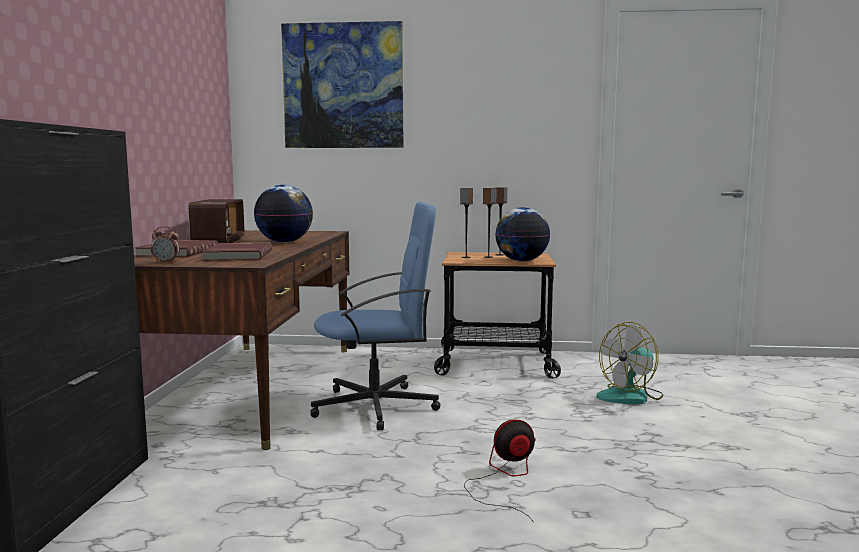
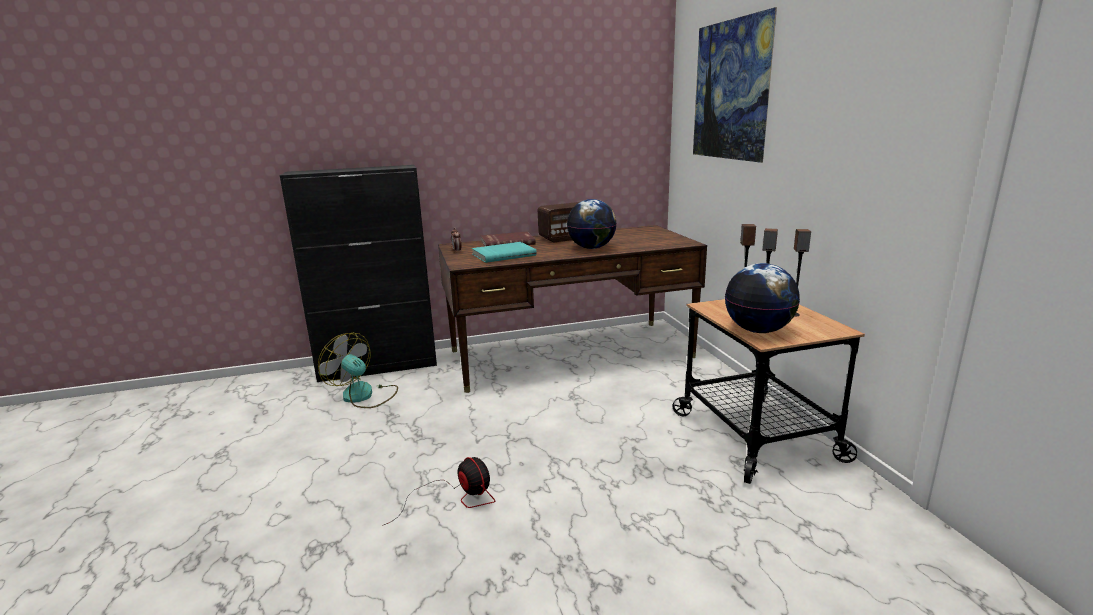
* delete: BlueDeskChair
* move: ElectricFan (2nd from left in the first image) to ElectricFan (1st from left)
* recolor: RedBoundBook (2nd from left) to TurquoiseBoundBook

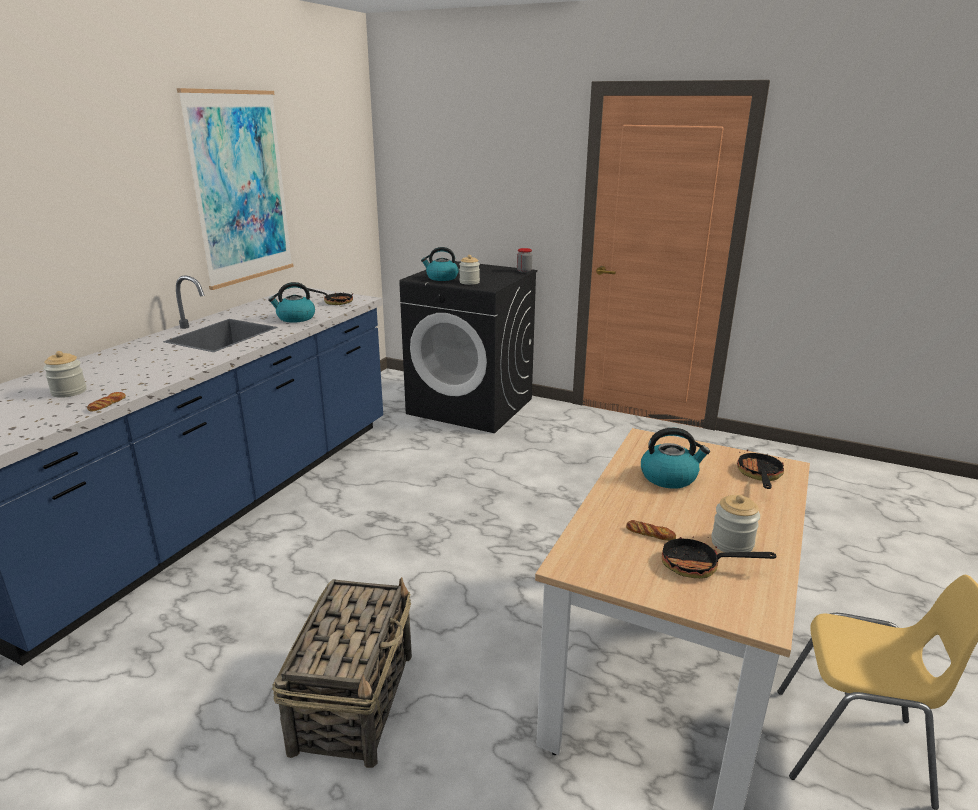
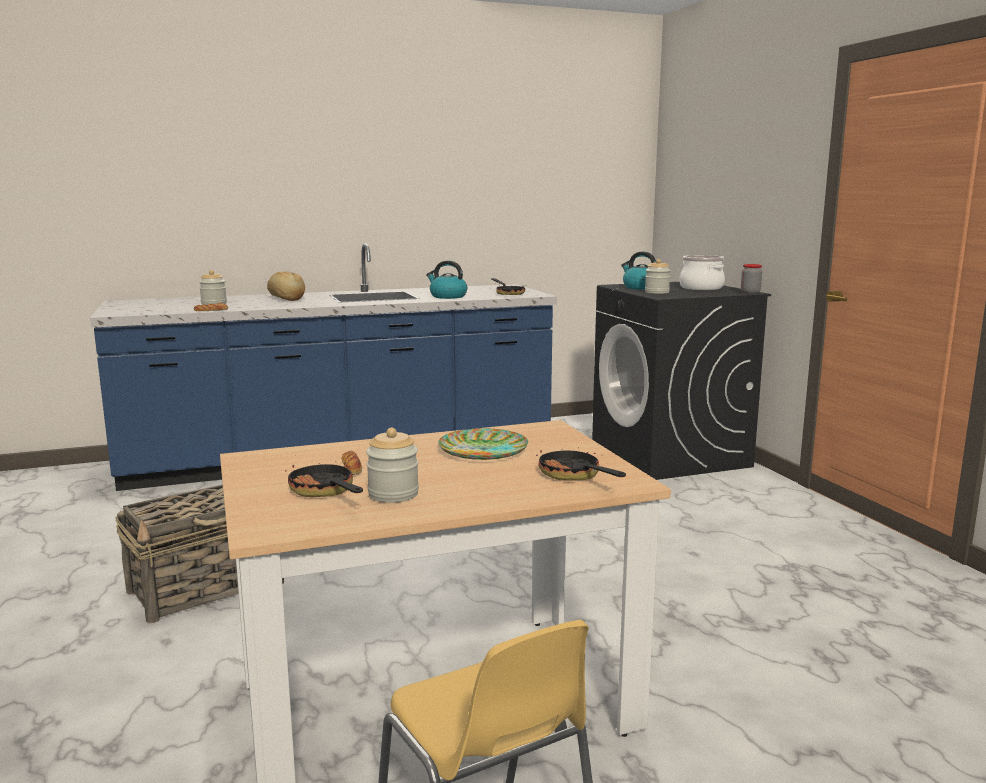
* delete: WallArt
* insert: Bread (2nd from left)
* insert: CookingPot
* replace: TeaKettle (3rd from left) to Plate
* rotate: Pan (3rd from left) 90 degrees counterclockwise

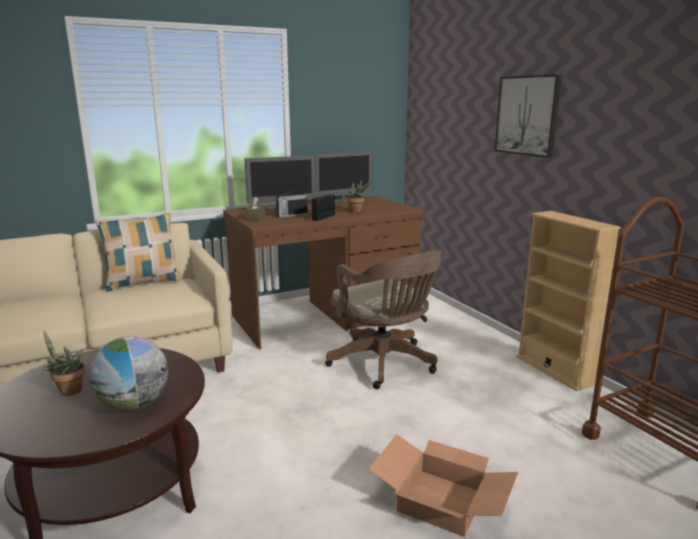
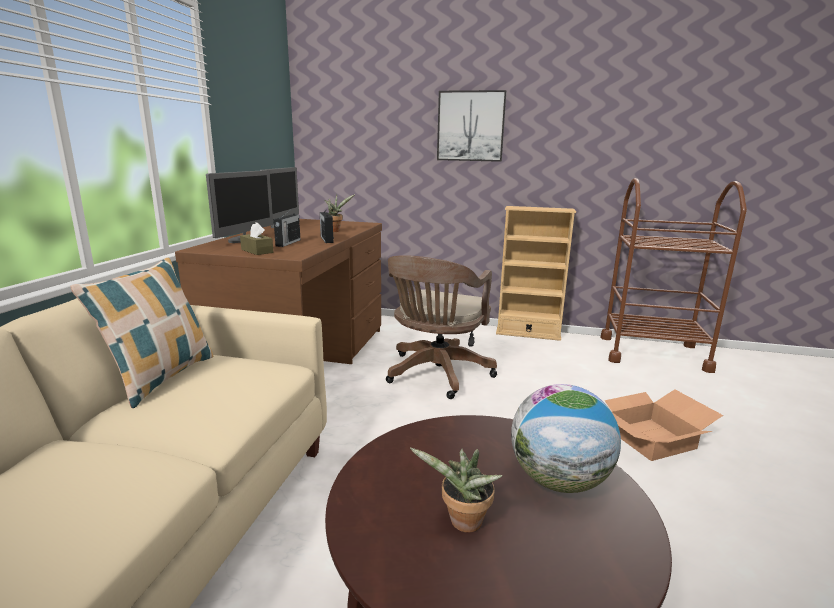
* rotate: BrownishDeskChair 105 degrees clockwise

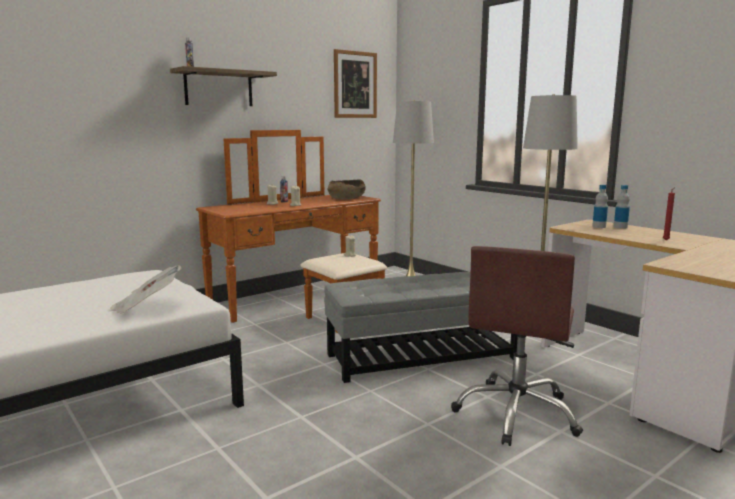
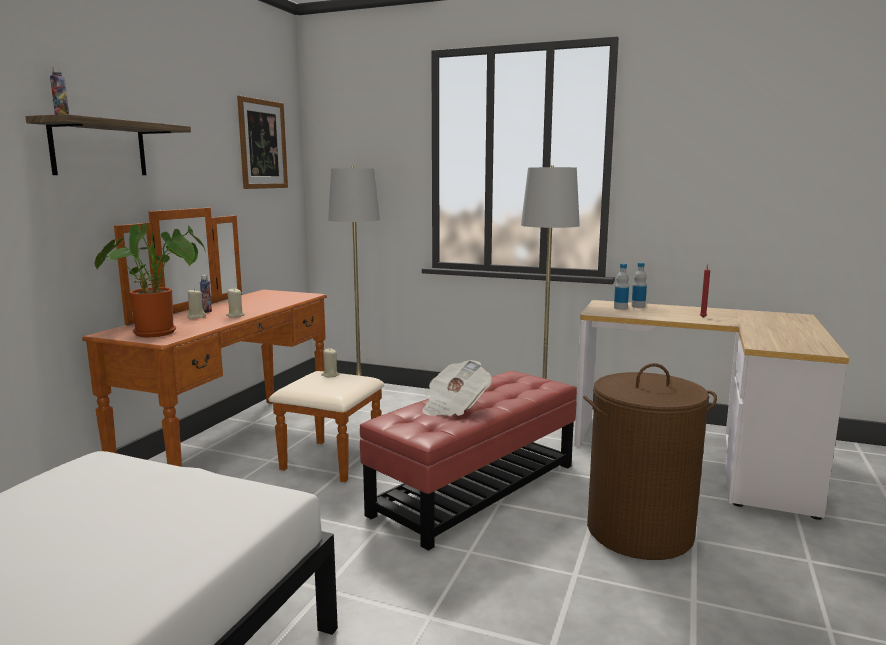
* delete: BrownishDeepDish
* insert: PottedPlant
* move: PrintedPaper
* replace: BrownishDeskChair to BrownishWashingBasket
* recolor: GreyishFootrest to RedFootrest

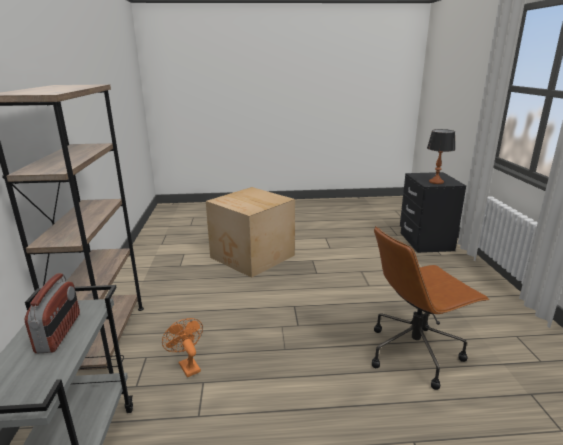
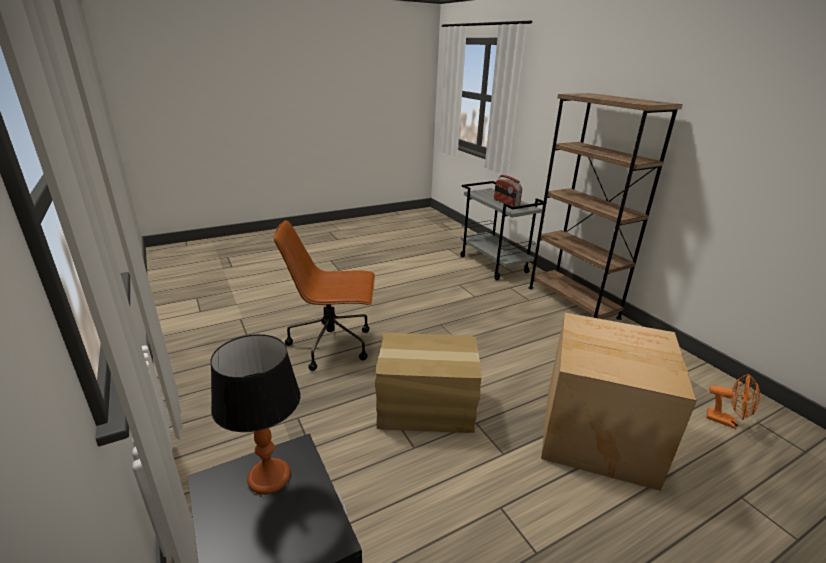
* insert: CardboardBox (1st from left)
* move: OrangeColouredElectricFan
* rotate: BrownishDeskChair 135 degrees counterclockwise

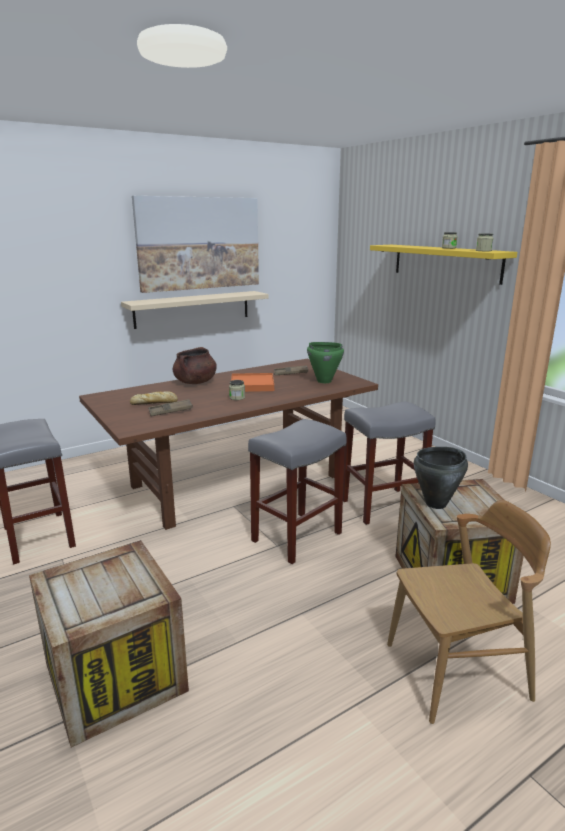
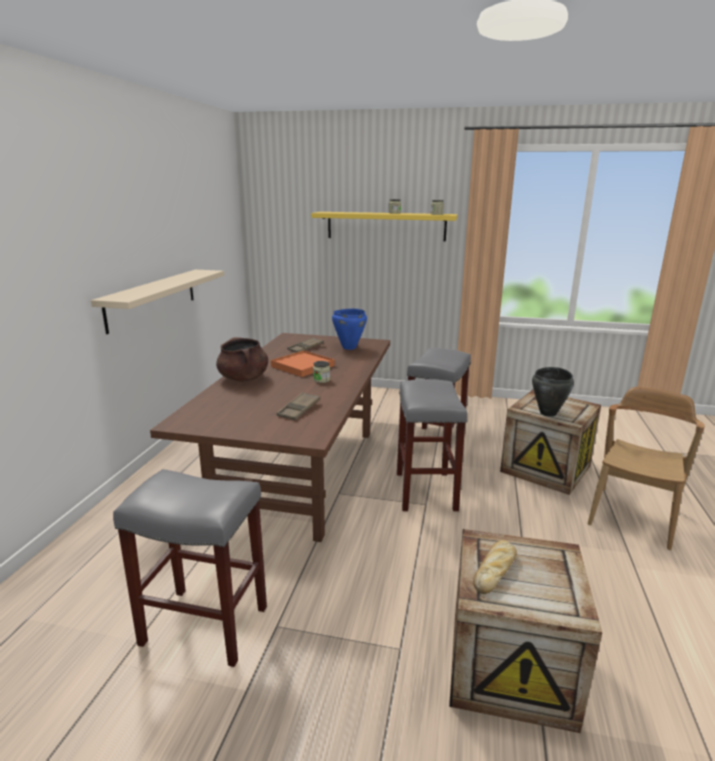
* delete: WallArt
* move: Bread
* recolor: GreenishCookingPot to BlueCookingPot

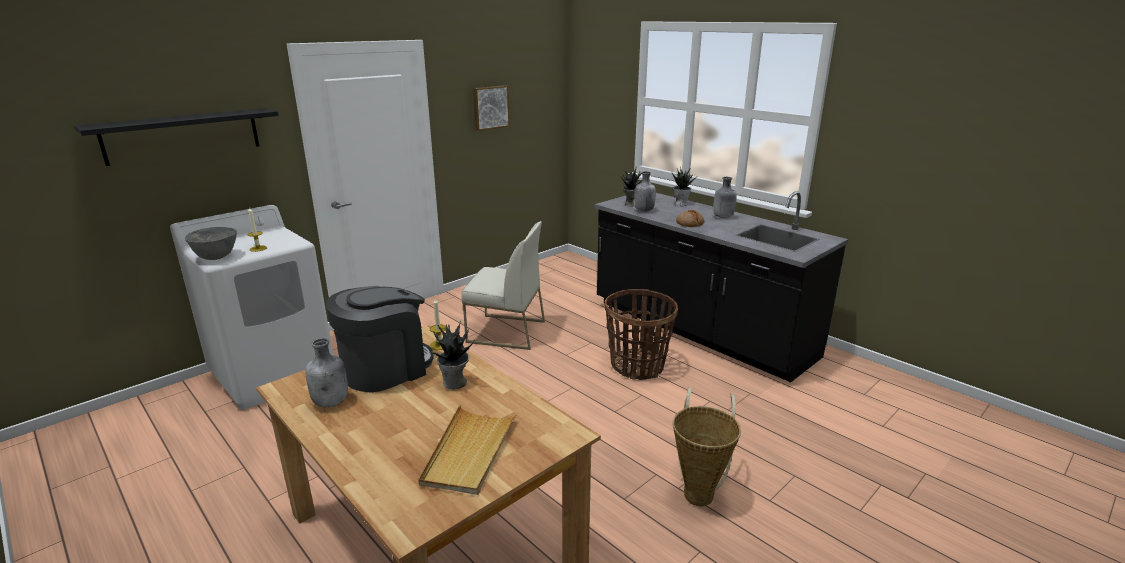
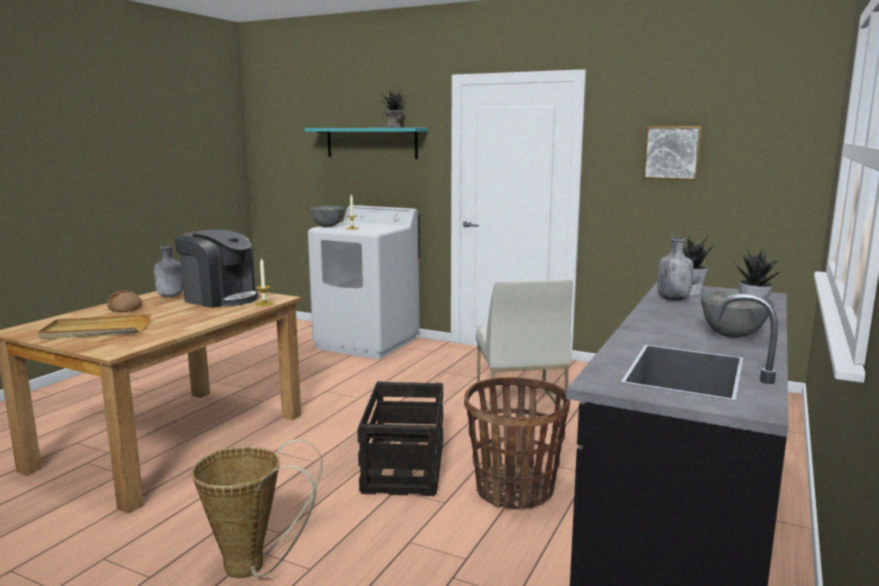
* insert: Crate
* move: PottedPlant (1st from left)
* move: Bread
* replace: GreyishBottle (3rd from left) to GreyishDeepDish (2nd from left)
* recolor: BlackBracketShelf to TurquoiseBracketShelf

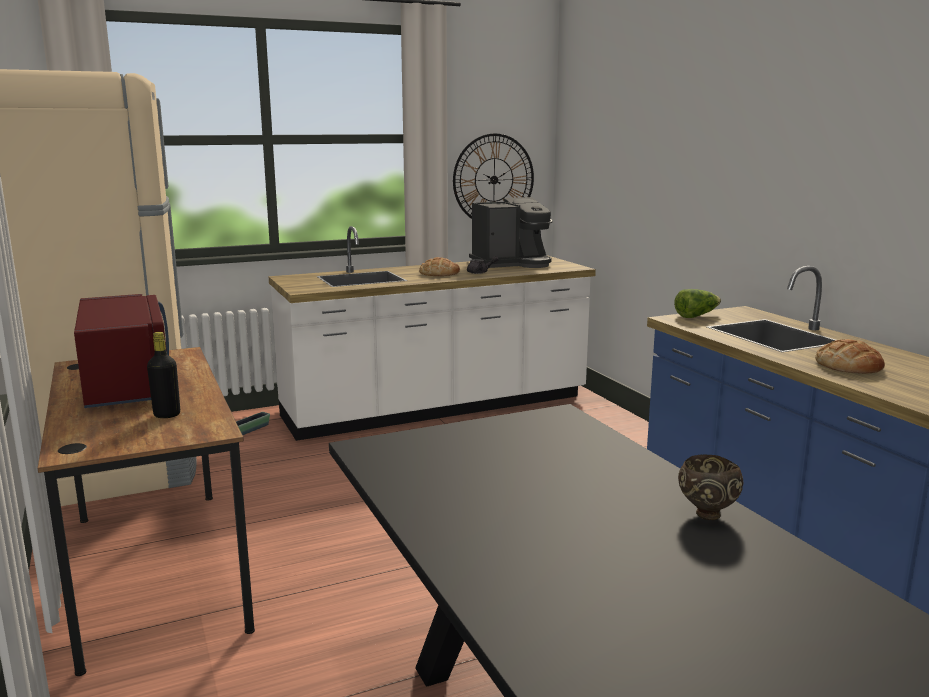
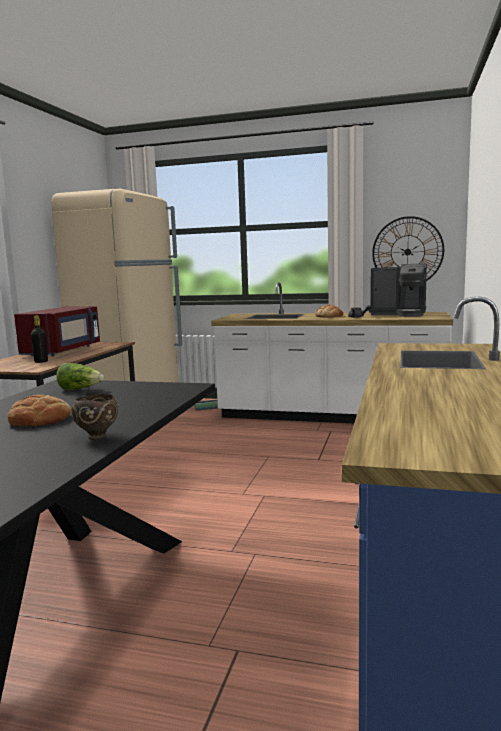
* move: HeadOfLettuce
* move: Bread (2nd from left in the first image) to Bread (1st from left)

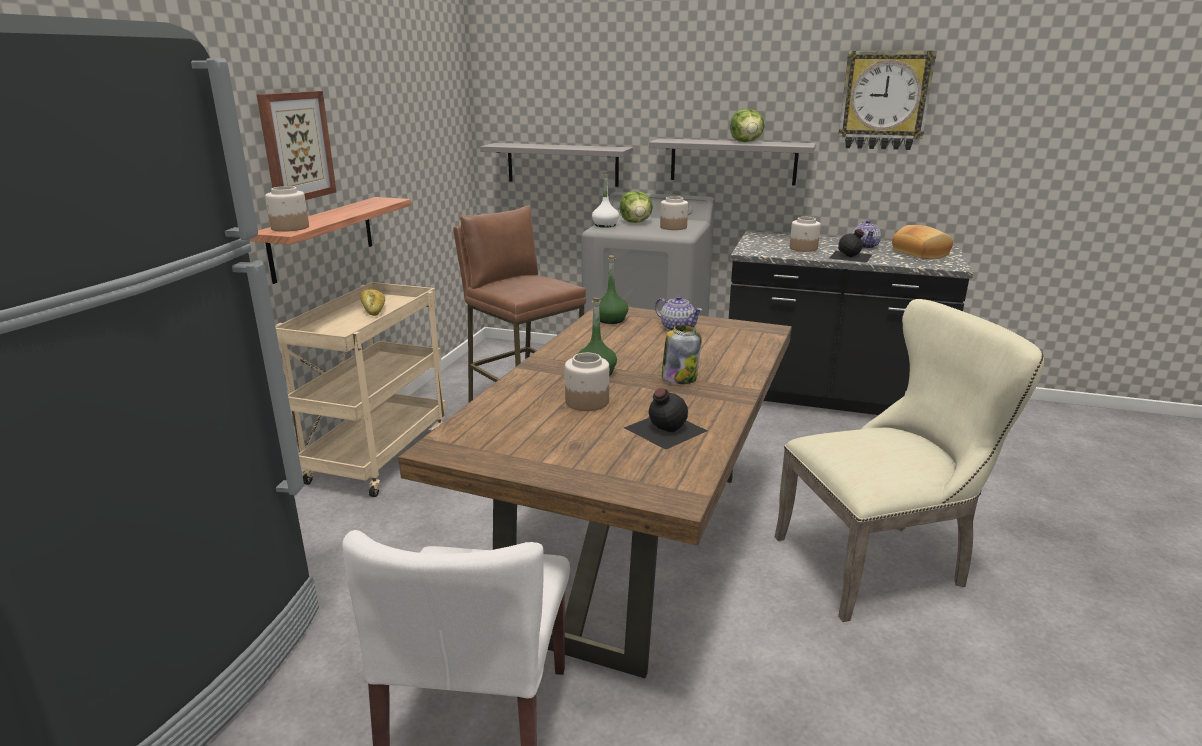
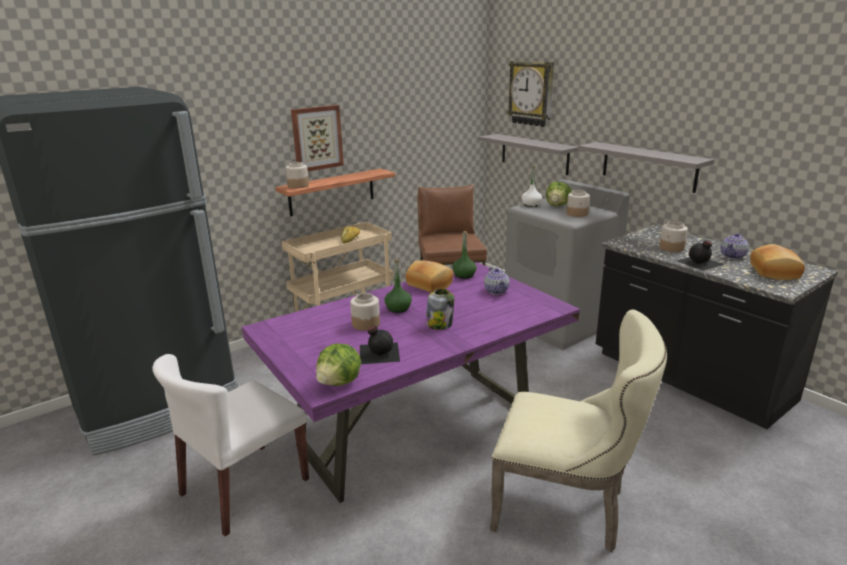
* insert: Bread (2nd from left)
* move: HeadOfLettuce (2nd from left in the first image) to HeadOfLettuce (1st from left)
* move: WallClock
* recolor: BrownishDinnerTable to PurpleColouredDinnerTable

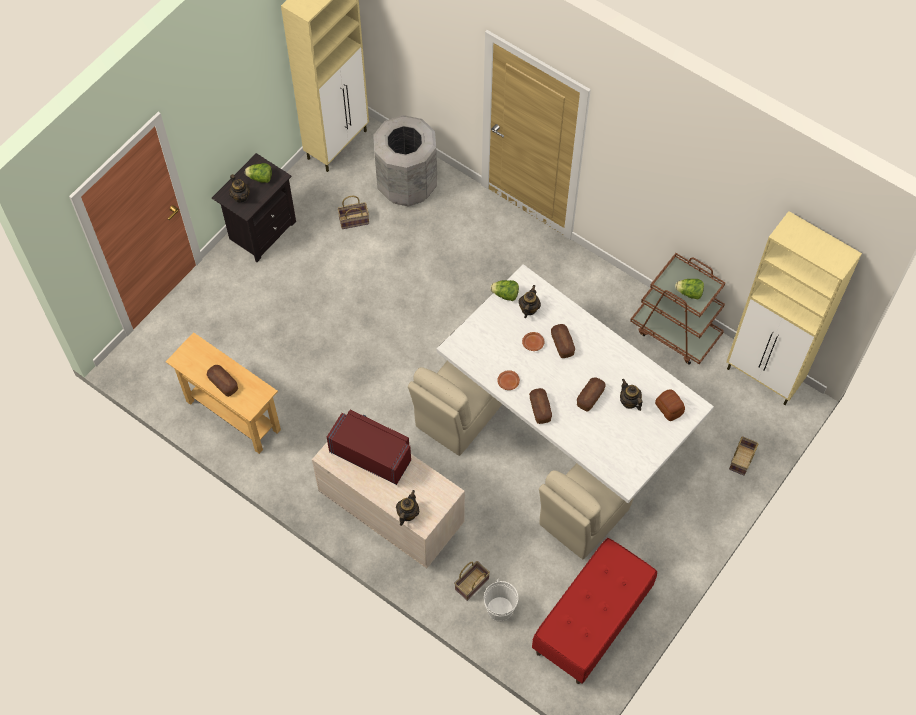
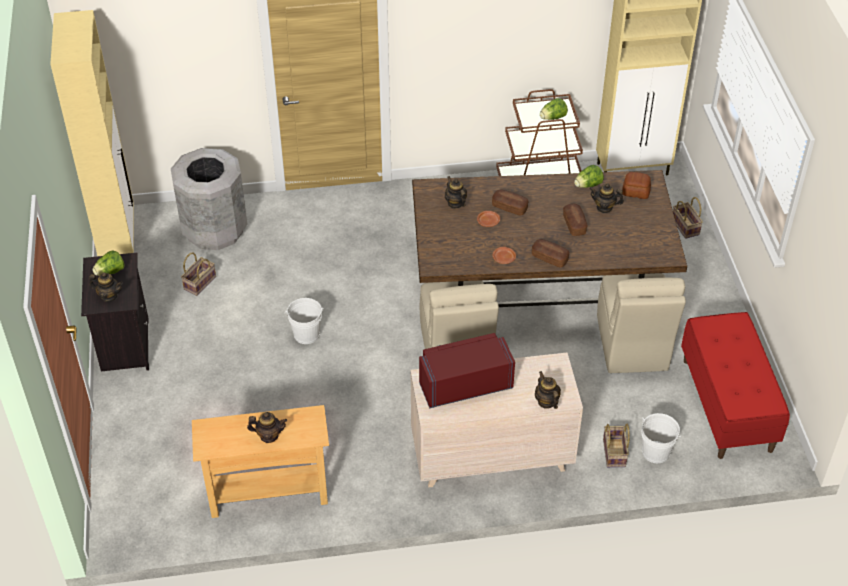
* insert: WhitishPail (1st from left)
* move: HeadOfLettuce (2nd from left in the first image) to HeadOfLettuce (3rd from left)
* replace: Bread (1st from left) to Teapot (2nd from left)
* recolor: WhitishDinnerTable to BrownishDinnerTable

